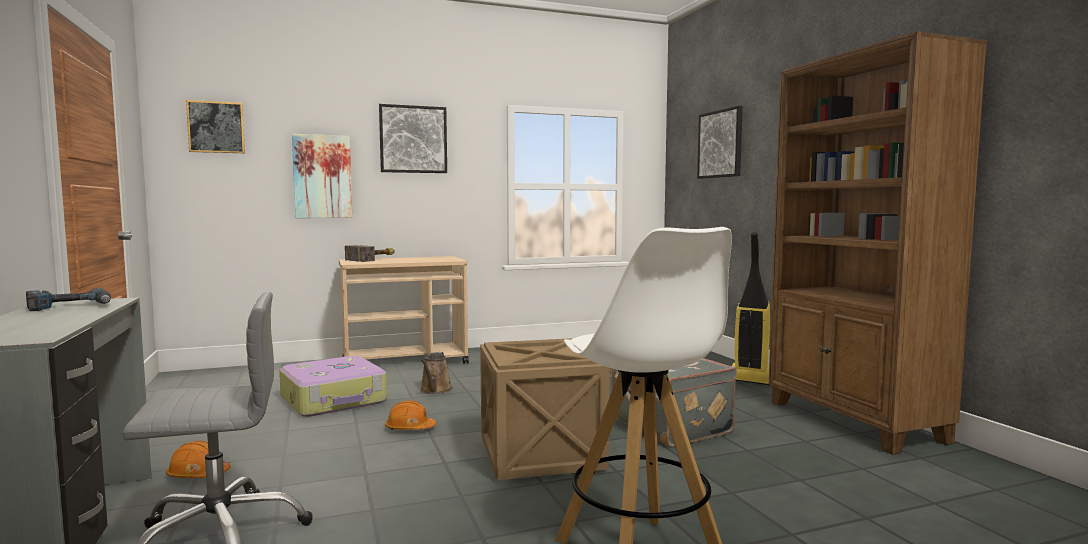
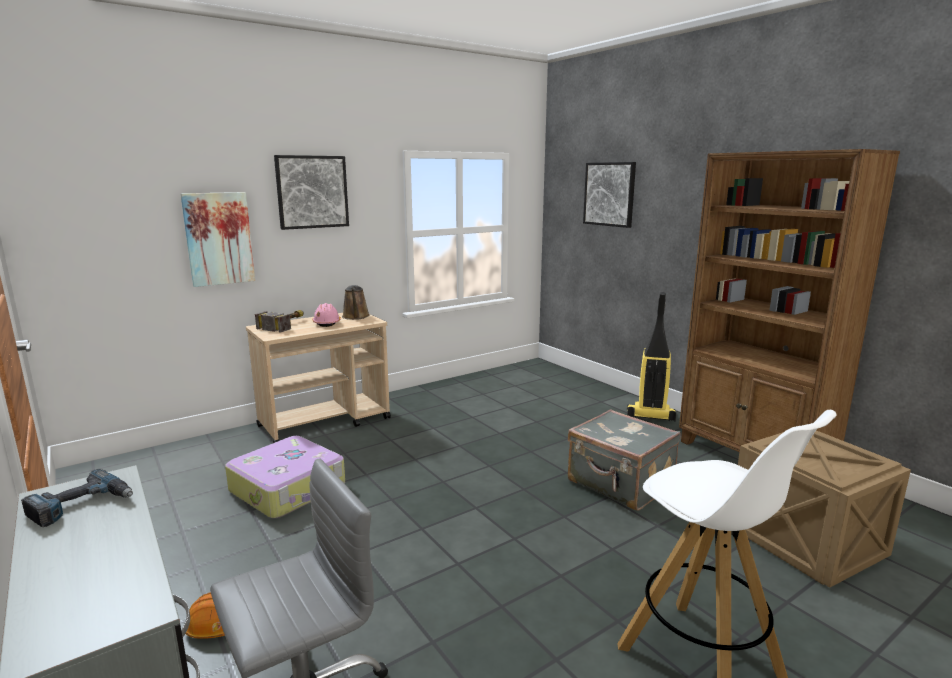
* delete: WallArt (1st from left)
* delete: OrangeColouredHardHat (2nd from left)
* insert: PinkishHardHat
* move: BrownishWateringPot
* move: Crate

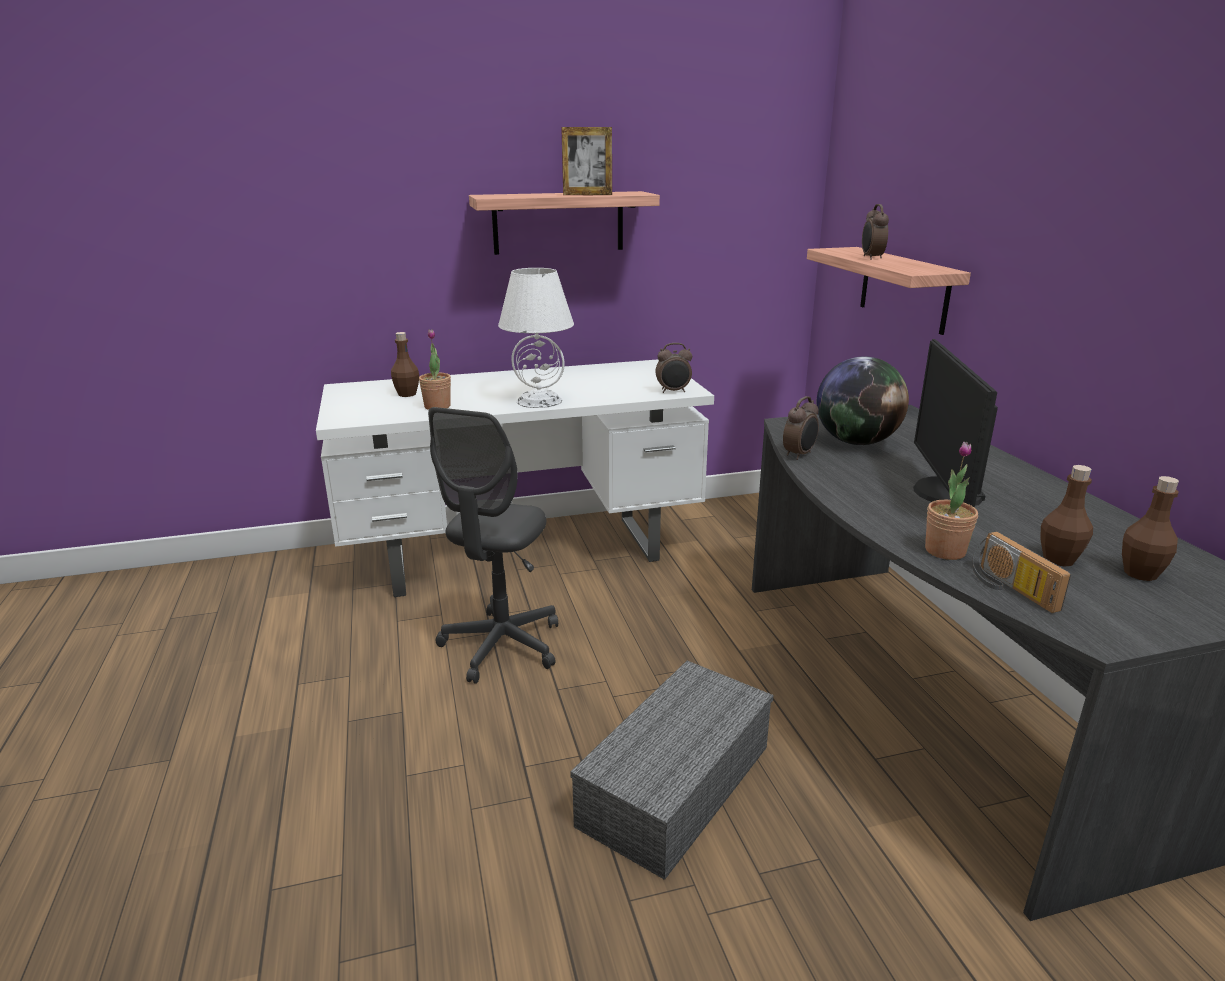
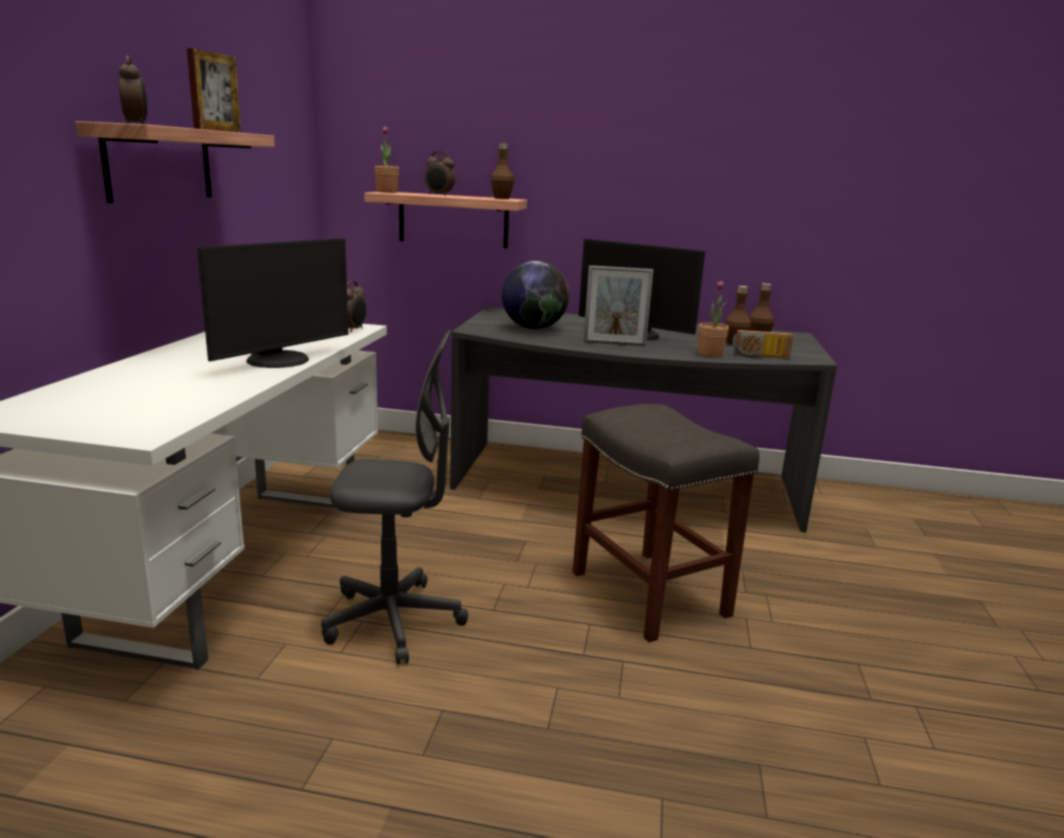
* insert: PictureFrame (2nd from left)
* move: BrownishBottle (1st from left)
* move: PottedPlant (1st from left)
* move: AlarmClock (2nd from left in the first image) to AlarmClock (1st from left)
* replace: WhitishTabletopLamp to Monitor (1st from left)
* replace: GreyishStorageBin to GreyishStool
* rotate: GreyishDeskChair 45 degrees counterclockwise

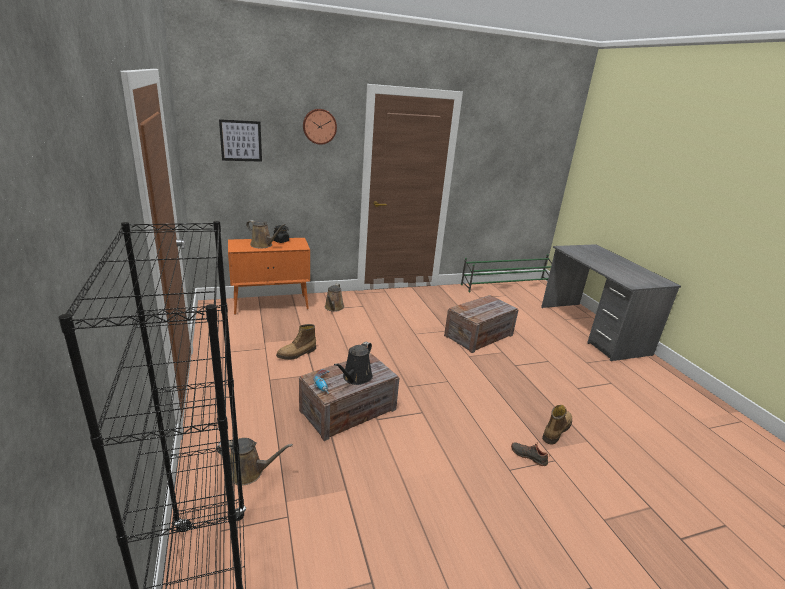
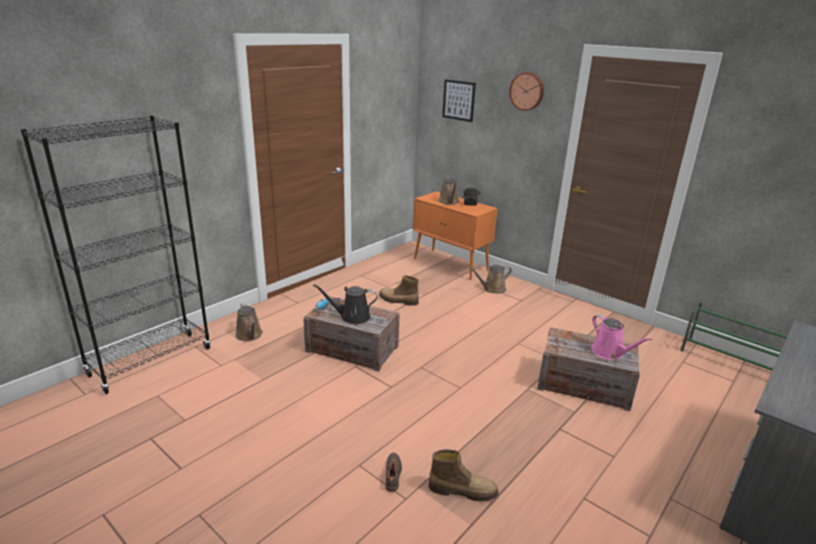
* insert: PinkishWateringPot

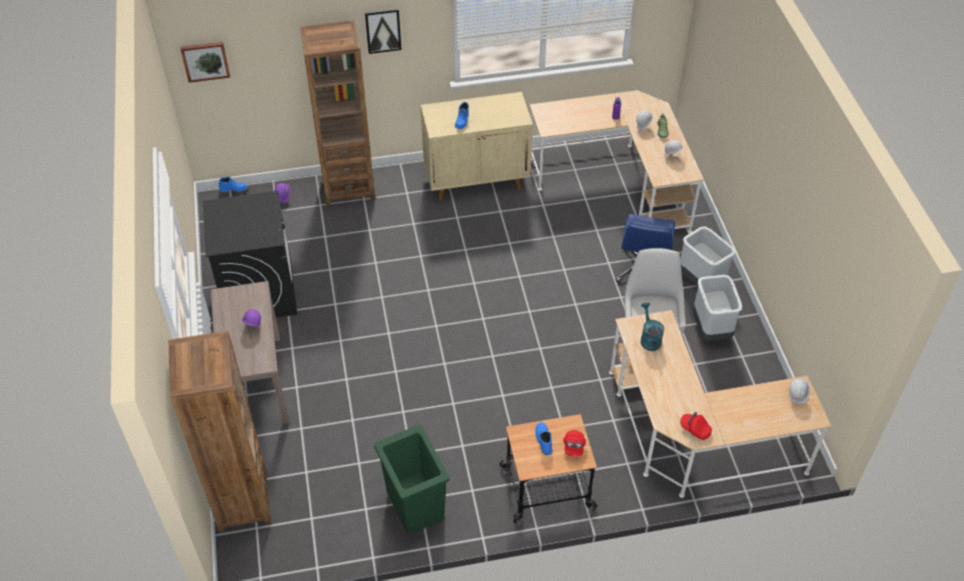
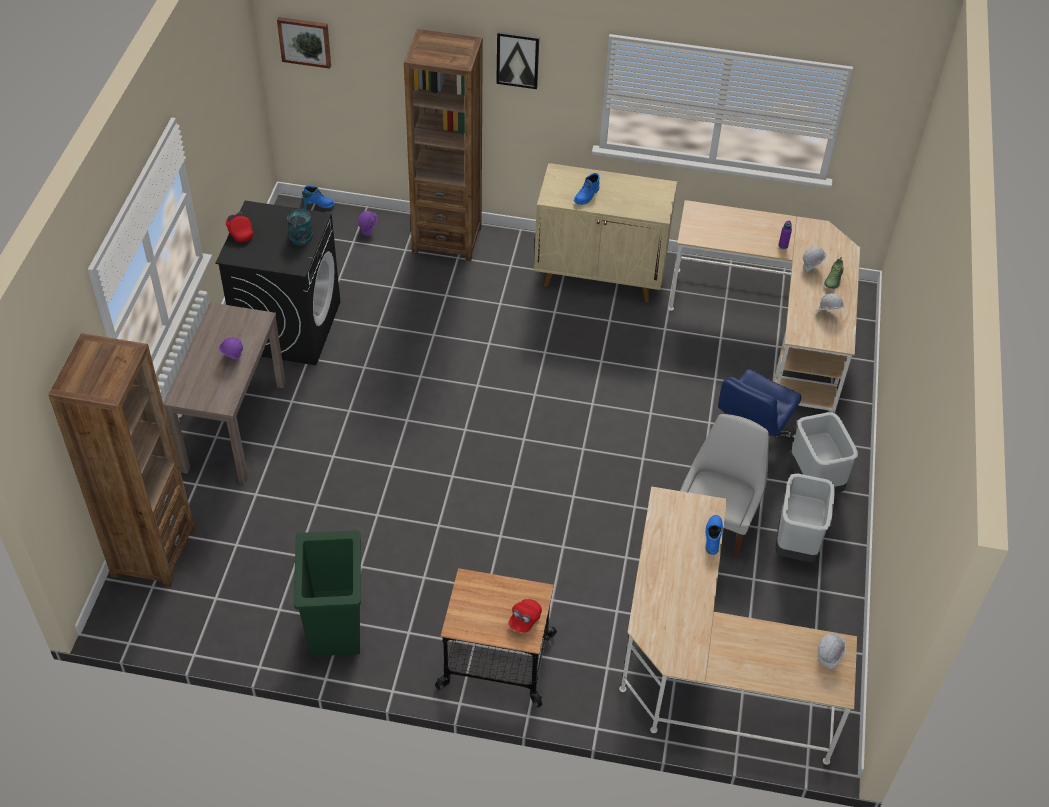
* move: BlueTallBoot (3rd from left)
* move: TurquoiseWateringPot
* move: RedBaseballCap (2nd from left in the first image) to RedBaseballCap (1st from left)

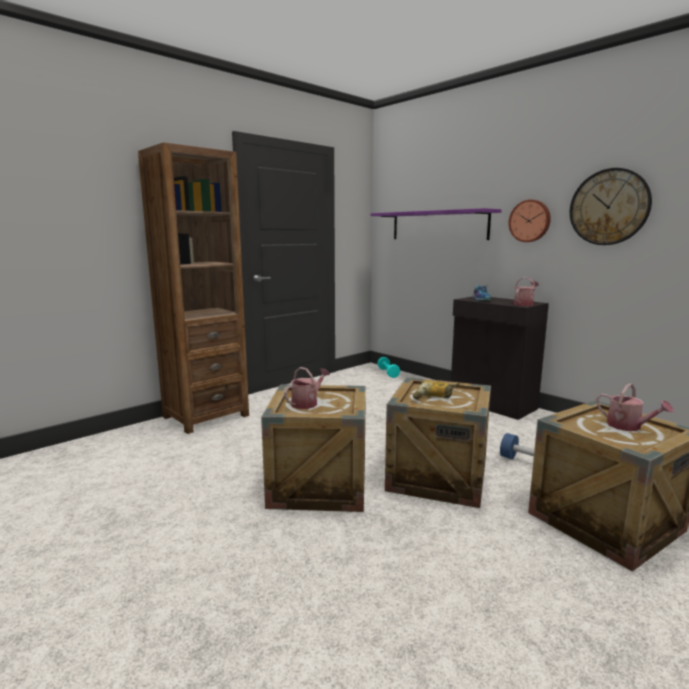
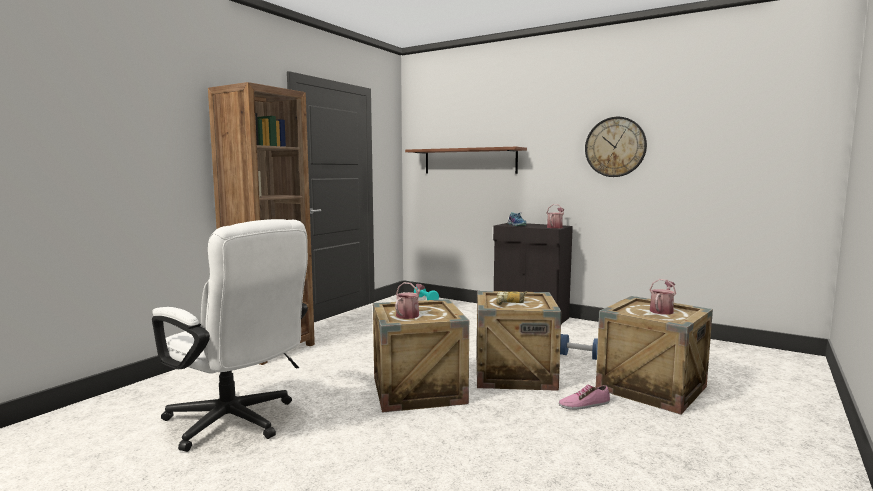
* delete: WallClock (1st from left)
* insert: WhitishDeskChair
* insert: LowShoe (2nd from left)
* recolor: PurpleColouredBracketShelf to BrownishBracketShelf
* rotate: WateringPot (3rd from left) 90 degrees counterclockwise

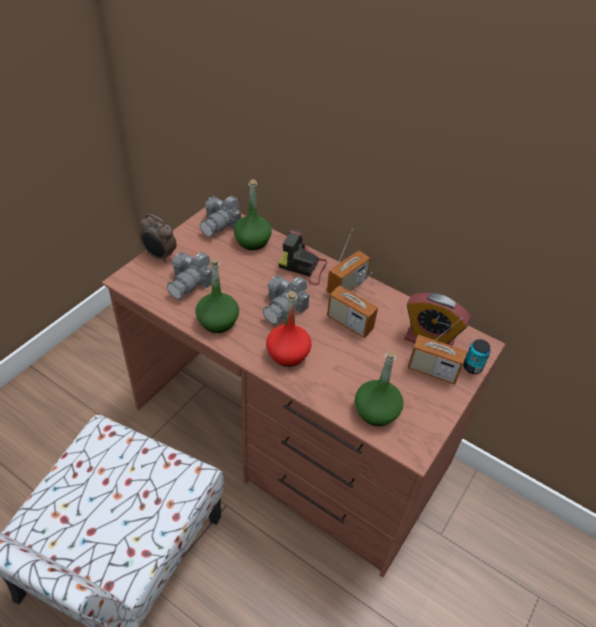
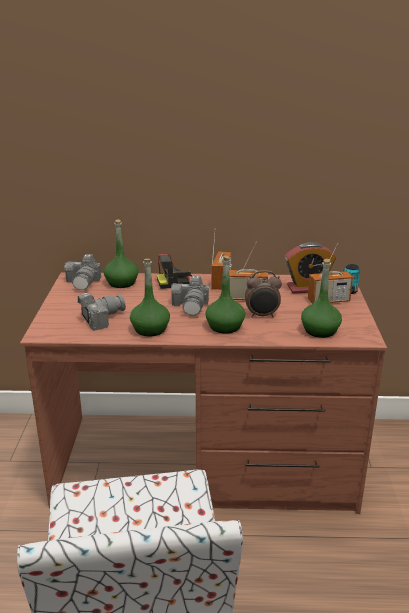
* move: AlarmClock (1st from left)
* recolor: RedBottle to GreenishBottle (3rd from left)
* rotate: PhotoCamera (1st from left in the first image) 120 degrees counterclockwise

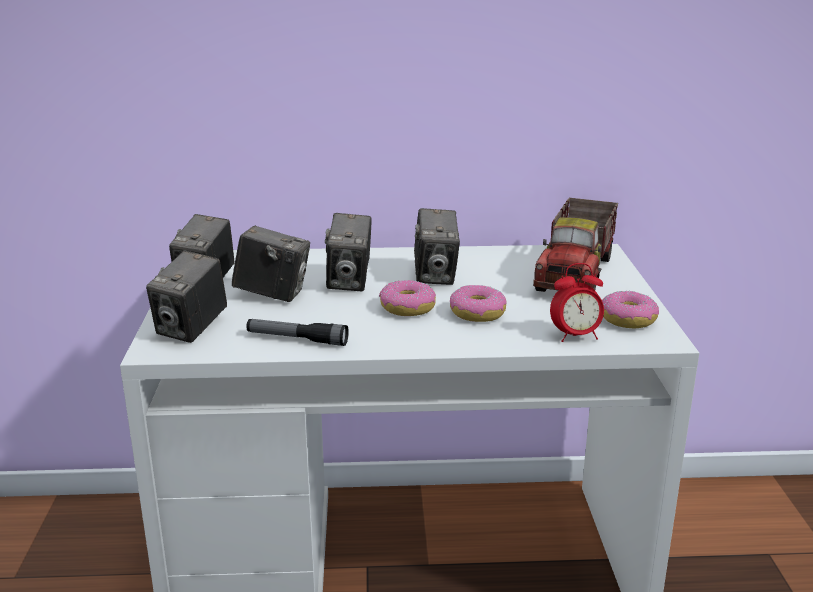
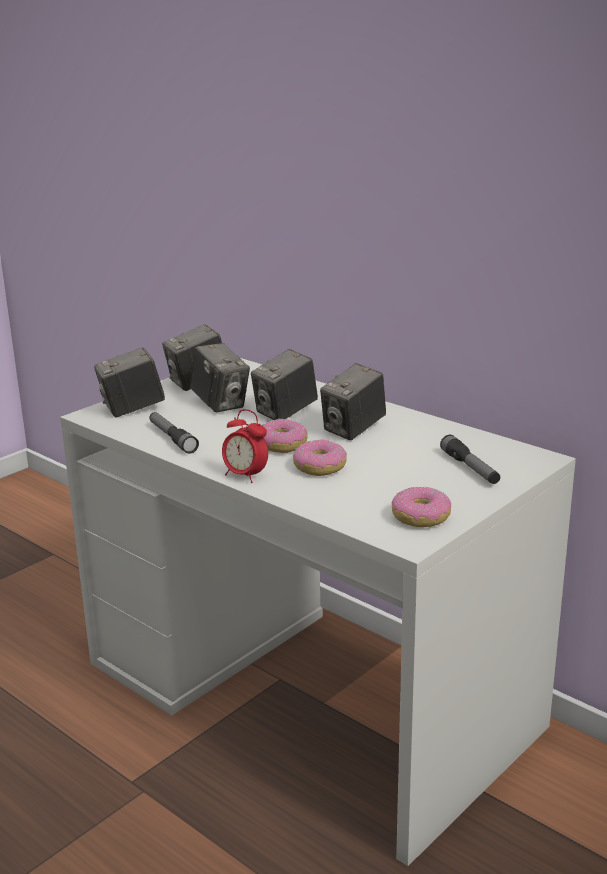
* move: AlarmClock
* replace: ToyLorry to HandTorch (2nd from left)

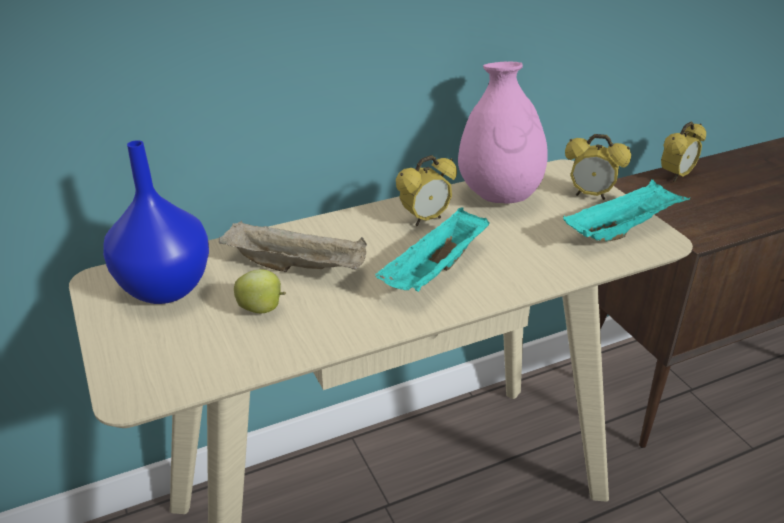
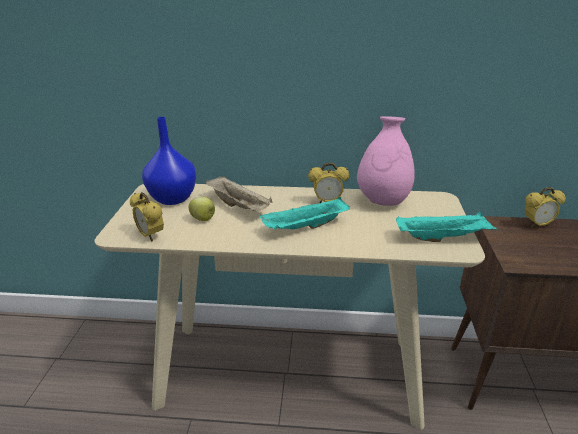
* move: AlarmClock (2nd from left in the first image) to AlarmClock (1st from left)

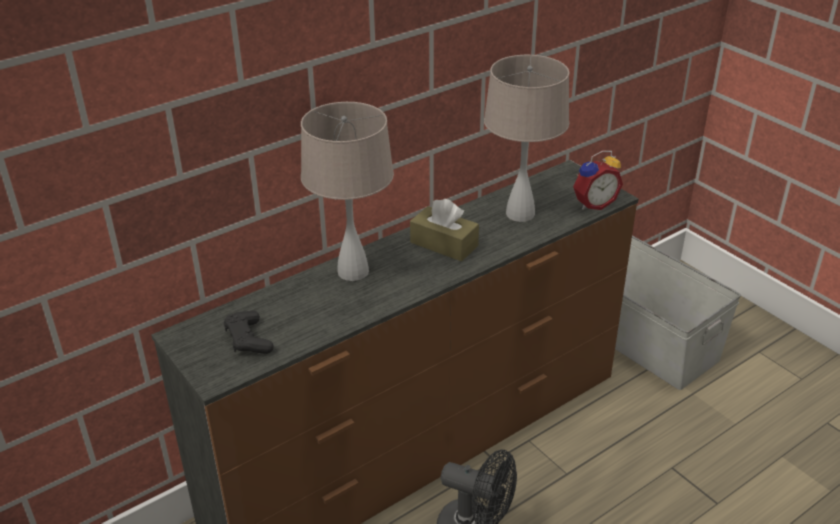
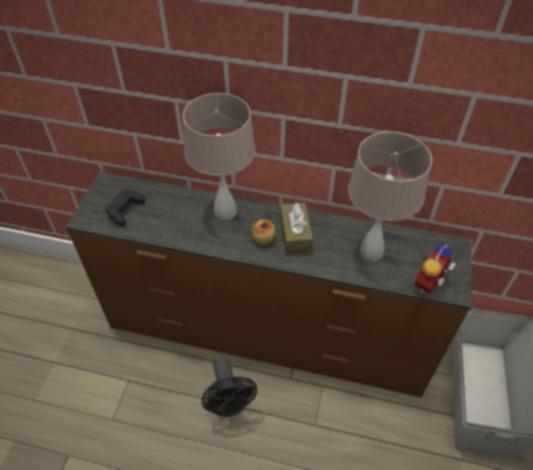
* insert: Apple
* rotate: AlarmClock 105 degrees clockwise

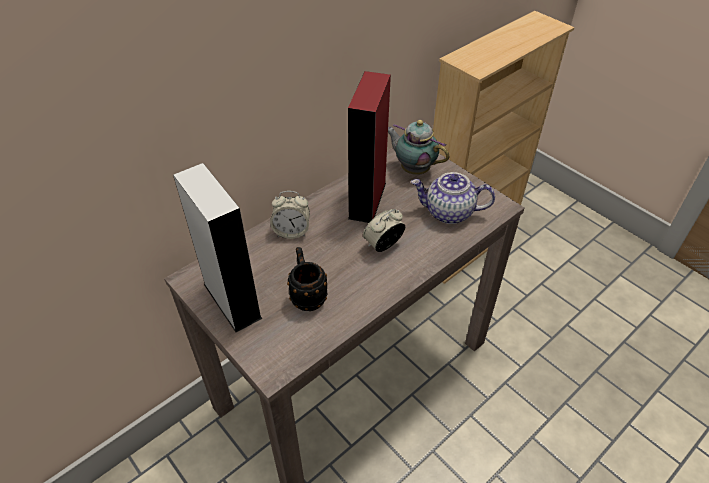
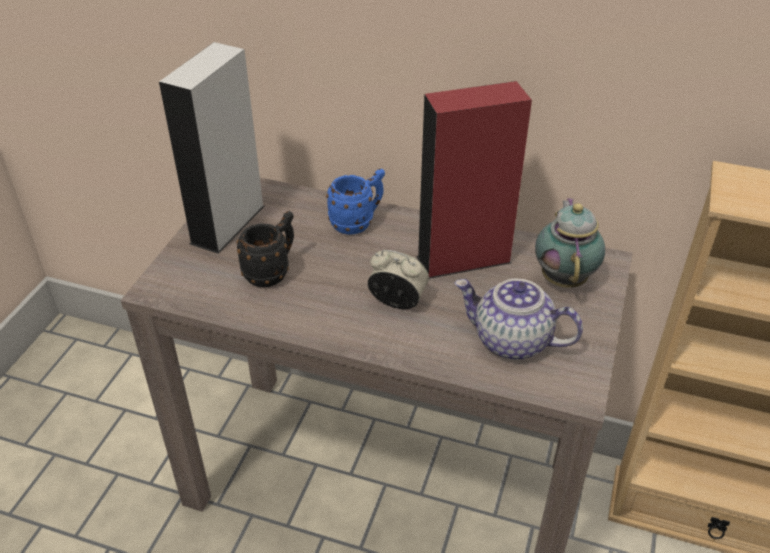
* replace: AlarmClock (1st from left) to BlueMug
* rotate: Teapot (2nd from left in the first image) 45 degrees counterclockwise

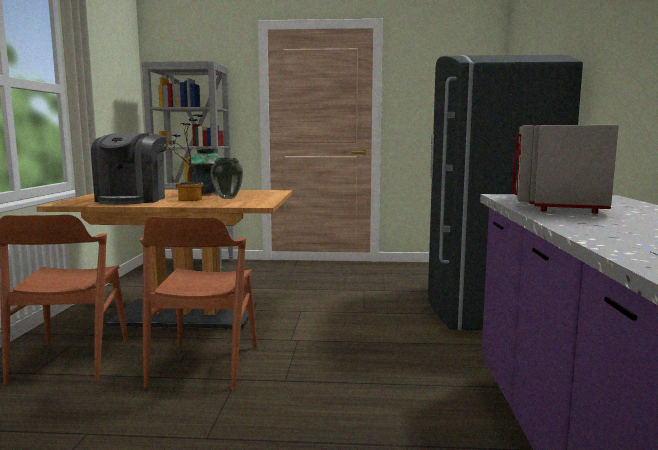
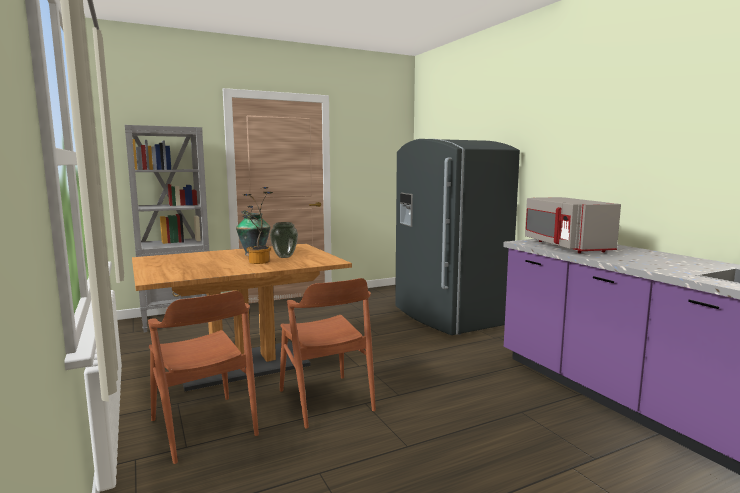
* delete: CoffeeBrewer

